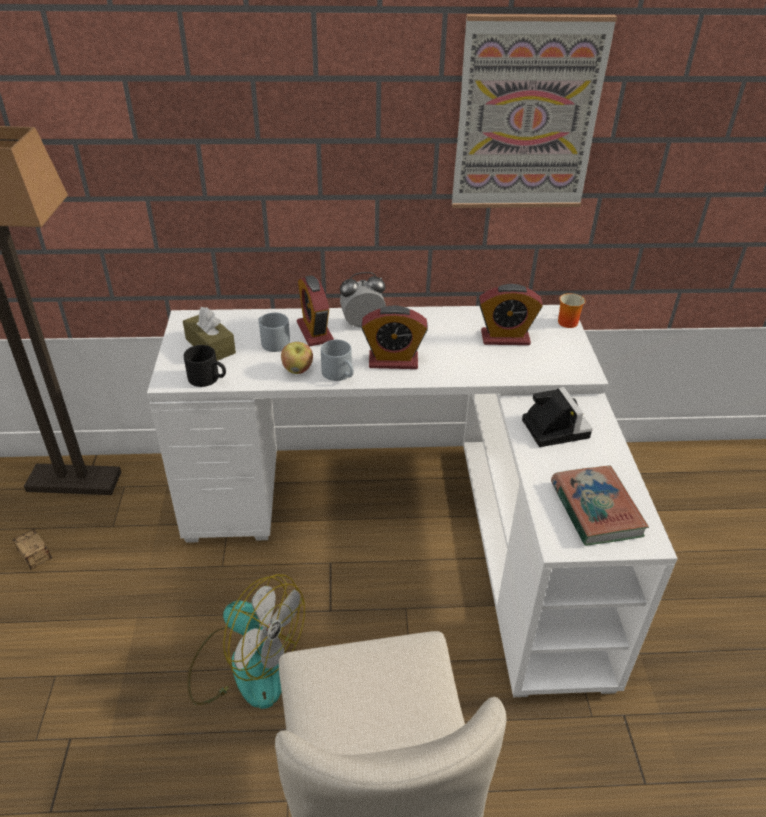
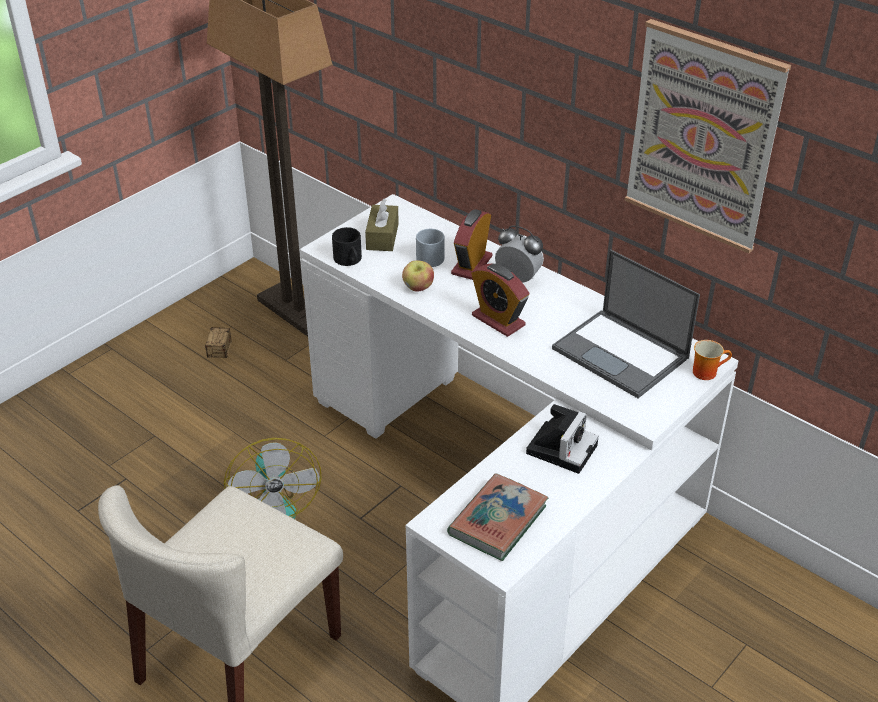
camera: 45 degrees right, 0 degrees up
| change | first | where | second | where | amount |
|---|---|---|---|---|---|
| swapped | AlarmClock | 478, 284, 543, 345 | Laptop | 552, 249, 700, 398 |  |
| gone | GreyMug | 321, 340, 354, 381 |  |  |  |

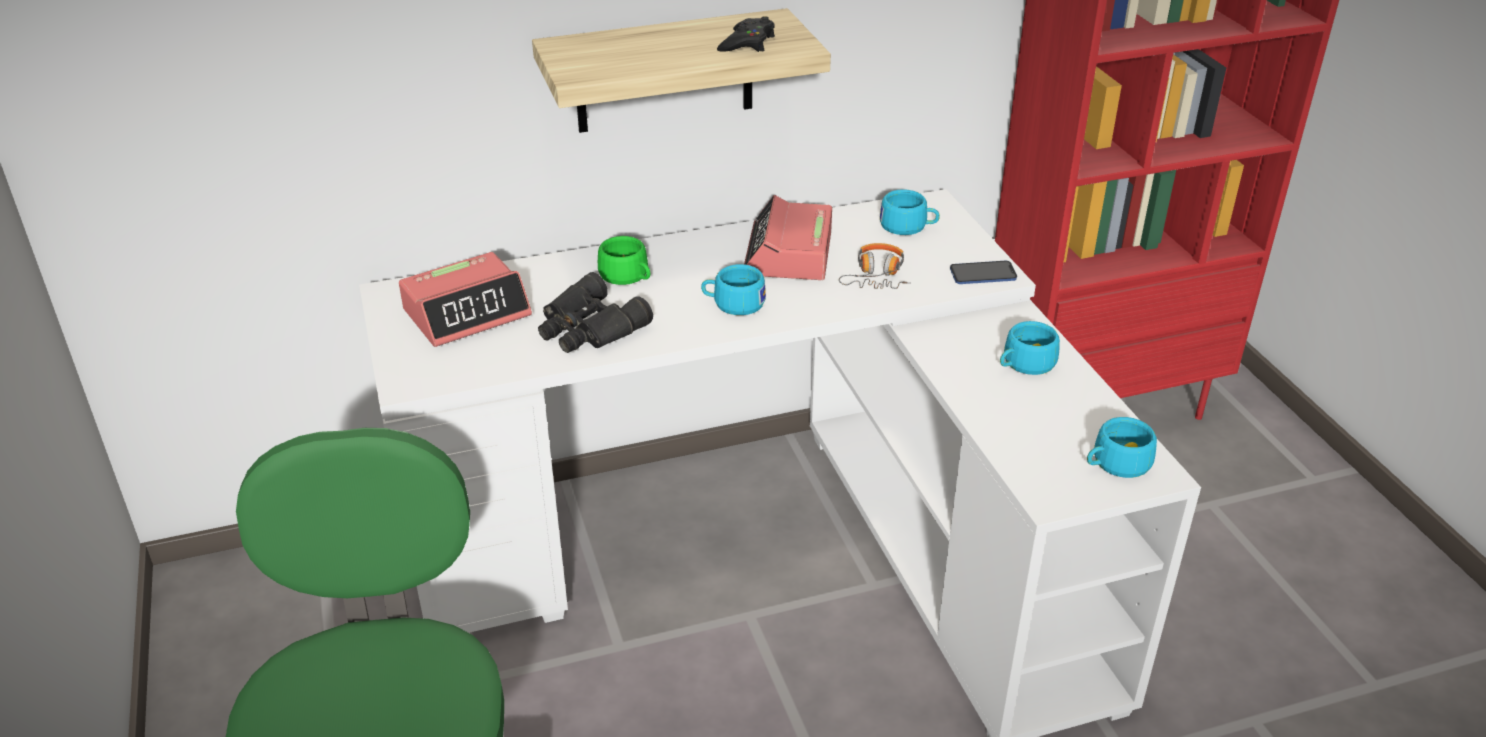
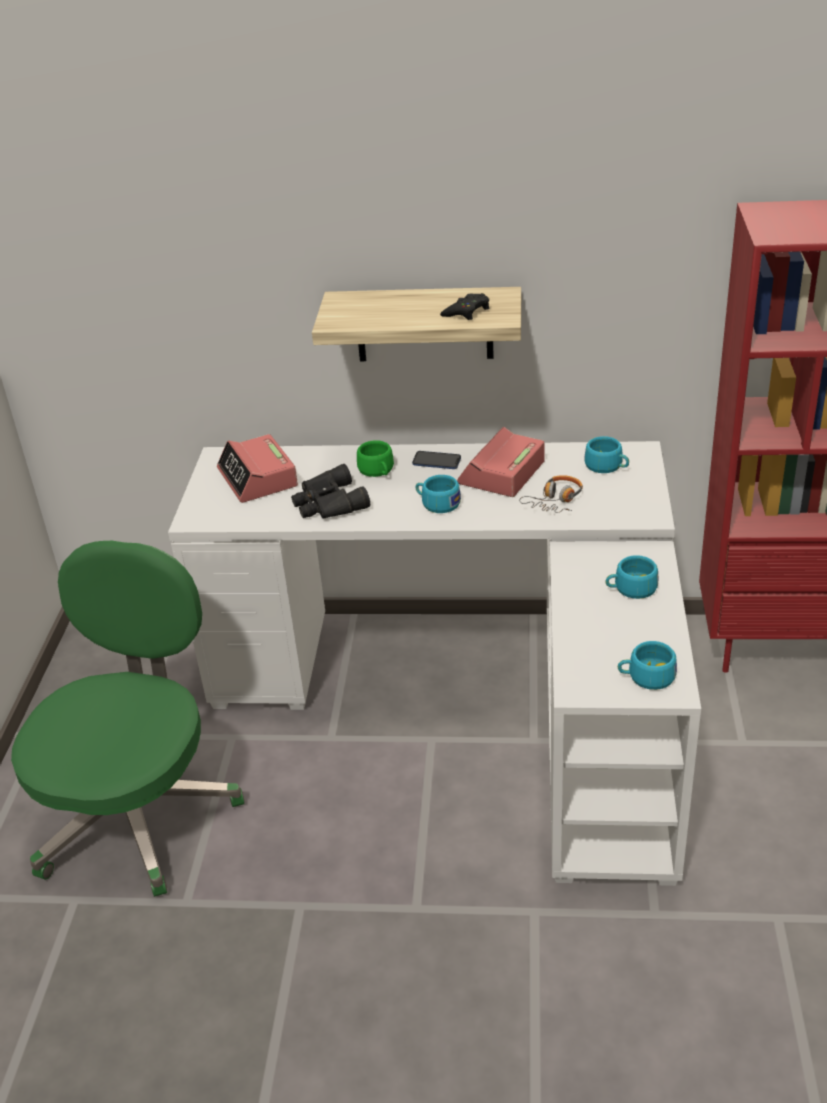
camera: 25 degrees right, 0 degrees up
| change | first | where | second | where | amount |
|---|---|---|---|---|---|
| rotated | AlarmClock | 399, 252, 532, 347 |  | 217, 434, 298, 503 | 75 degrees clockwise |
| shifted | Phone | 950, 261, 1017, 284 |  | 412, 451, 461, 469 |  |

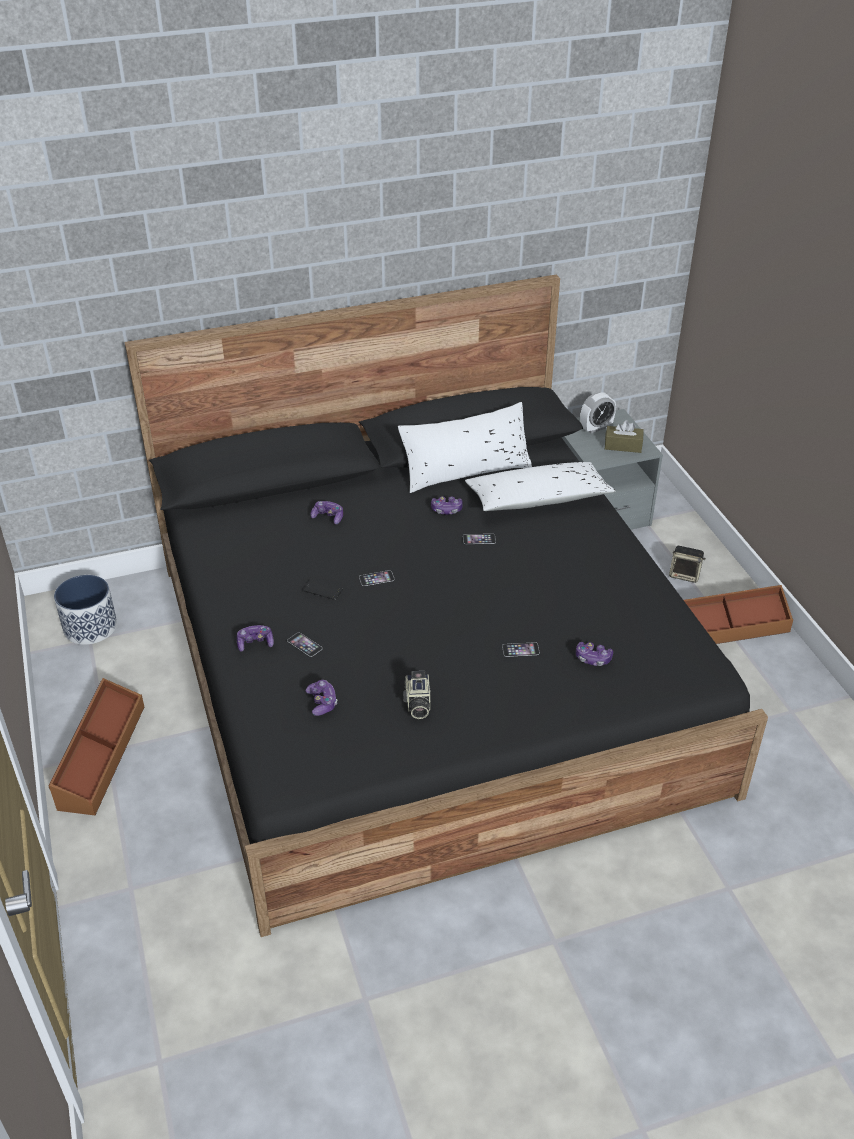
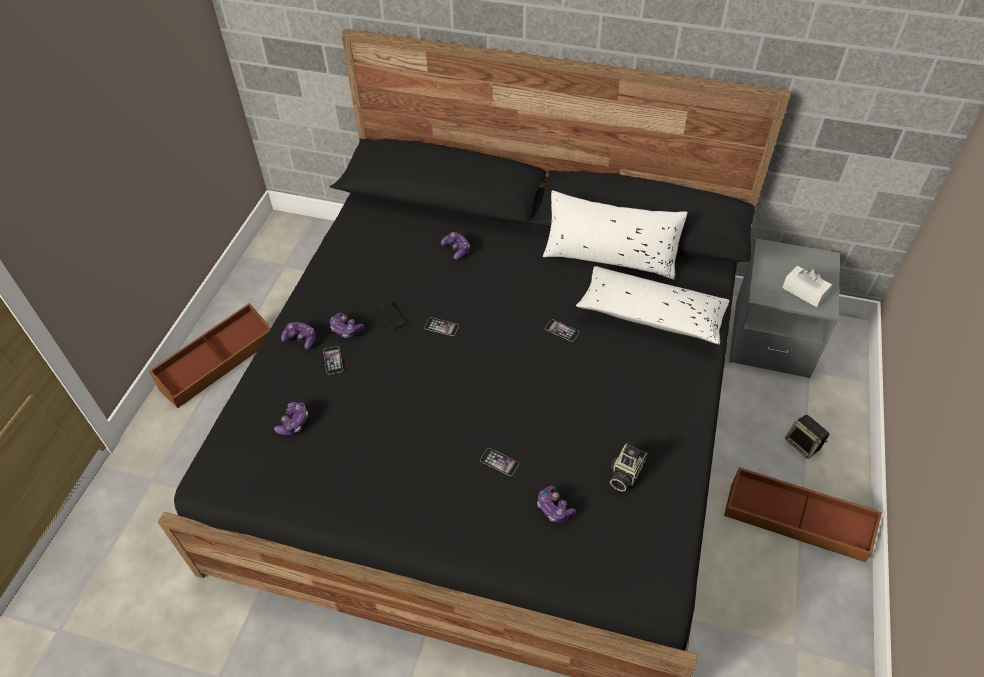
camera: 35 degrees right, 10 degrees up
| change | first | where | second | where | amount |
|---|---|---|---|---|---|
| gone | AlarmClock | 580, 392, 616, 433 |  |  |  |
| repainted | BrownTissueBox | 605, 420, 644, 453 | WhiteTissueBox | 782, 266, 832, 307 |  |
| shifted | GameController | 431, 496, 463, 515 |  | 330, 313, 364, 338 |  |
| gone | Planter | 54, 575, 117, 645 |  |  |  |
| shifted | PhotoCamera | 403, 671, 431, 719 |  | 610, 444, 647, 492 |  |

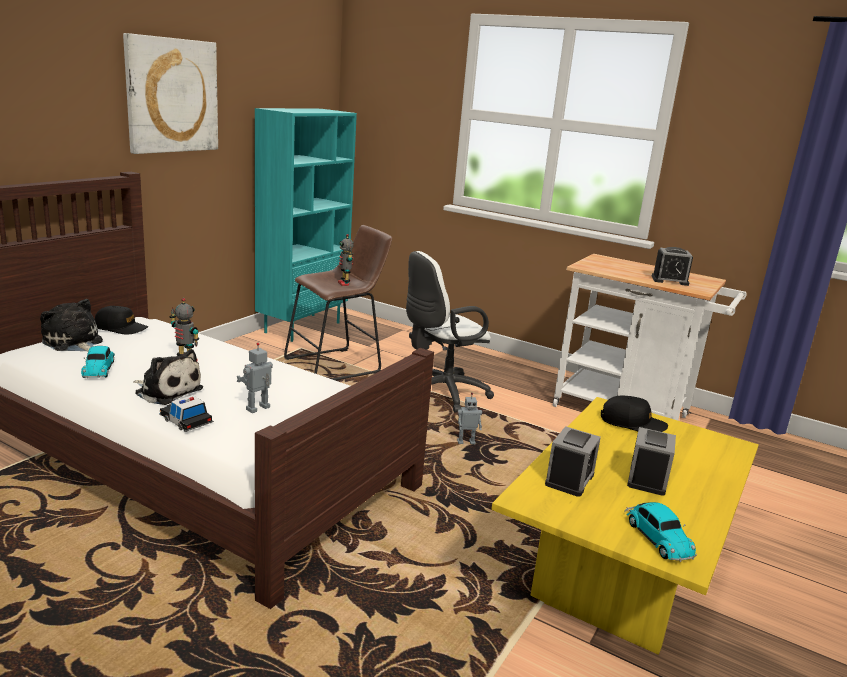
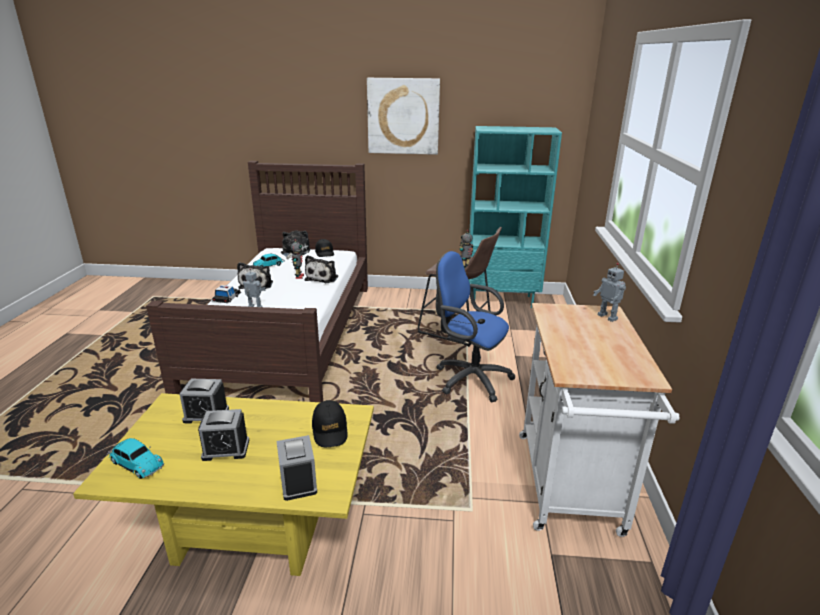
camera: 65 degrees right, 5 degrees up
| change | first | where | second | where | amount |
|---|---|---|---|---|---|
| shifted | AlarmClock | 652, 247, 693, 286 |  | 276, 435, 317, 501 |  |
| repainted | WhiteOfficeChair | 406, 251, 494, 413 | BlueOfficeChair | 436, 251, 516, 402 |  |
| shifted | ToyRobot | 457, 393, 482, 444 |  | 593, 263, 626, 322 |  |
| rotated | ToyCar | 625, 502, 697, 562 |  | 107, 438, 164, 479 | 105 degrees counterclockwise |
| new |  |  | PlushToy | 305, 255, 338, 283 |  |

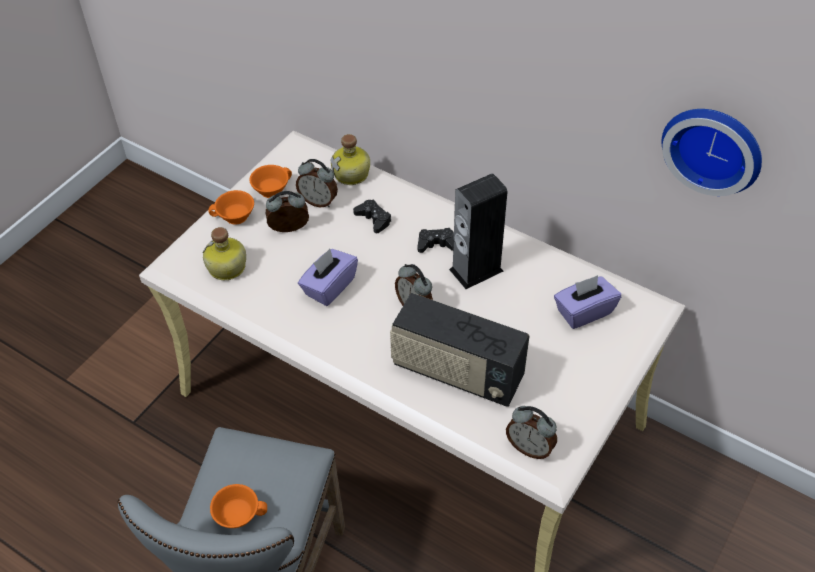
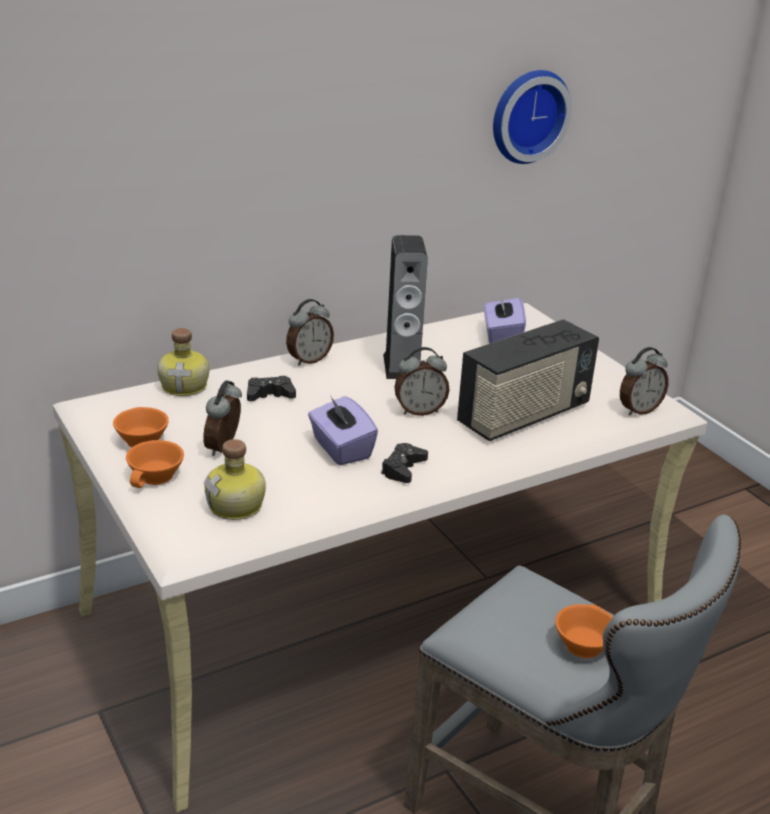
camera: 65 degrees left, 20 degrees down
| change | first | where | second | where | amount |
|---|---|---|---|---|---|
| shifted | AlarmClock | 296, 159, 338, 207 |  | 286, 299, 334, 366 |  |
| shifted | BlackGameController | 418, 228, 454, 253 |  | 381, 443, 428, 483 |  |

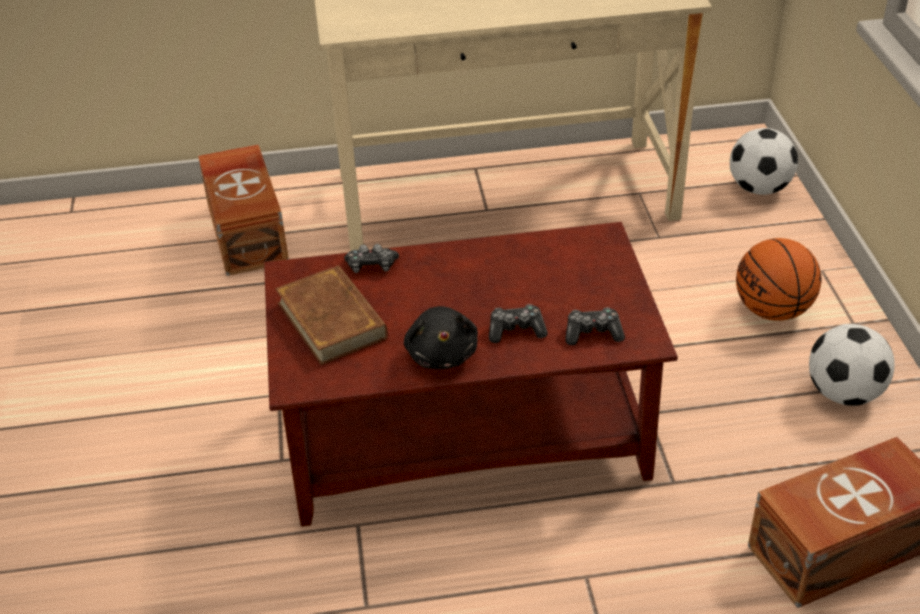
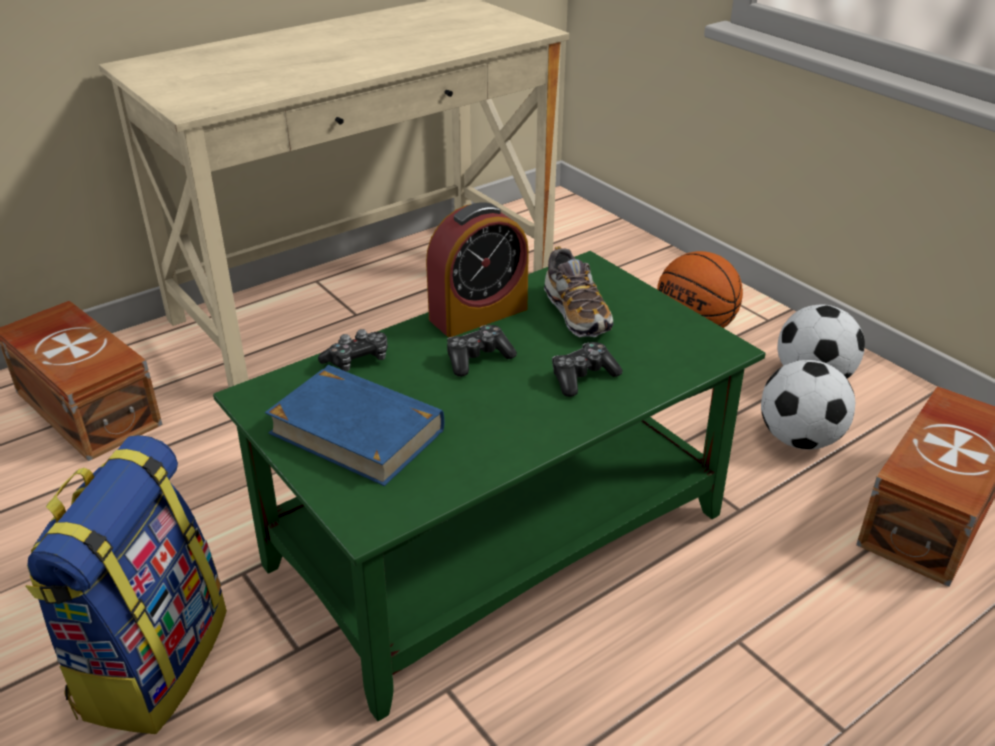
camera: 30 degrees left, 5 degrees down
| change | first | where | second | where | amount |
|---|---|---|---|---|---|
| shifted | Football | 730, 128, 798, 195 |  | 761, 360, 855, 450 |  |
| repainted | BrownCoffeeTable | 264, 222, 678, 527 | GreenCoffeeTable | 213, 251, 765, 721 |  |
| repainted | BrownBook | 275, 265, 388, 365 | BlueBook | 265, 365, 444, 486 |  |
| gone | BlackPlushToy | 404, 306, 478, 369 |  |  |  |
| shifted | GameController | 565, 307, 625, 345 |  | 447, 325, 517, 377 |  |
| new |  |  | AlarmClock | 426, 202, 529, 337 |  |
| new |  |  | Shoe | 544, 246, 613, 337 |  |
| new |  |  | Backpack | 25, 435, 227, 734 |  |

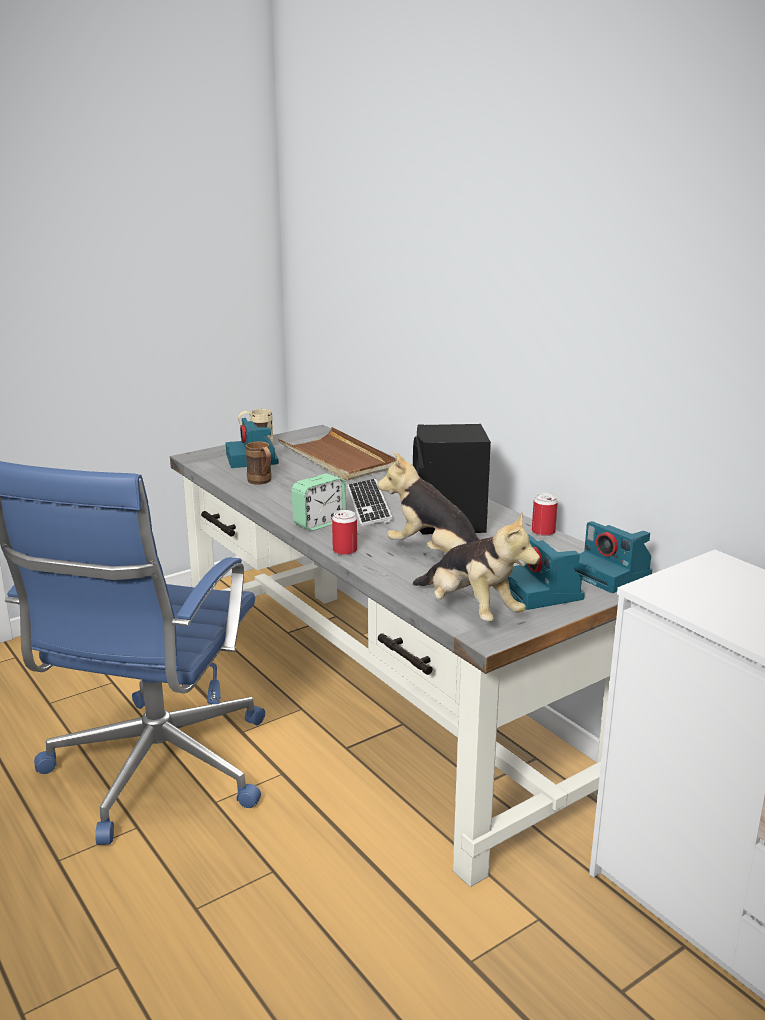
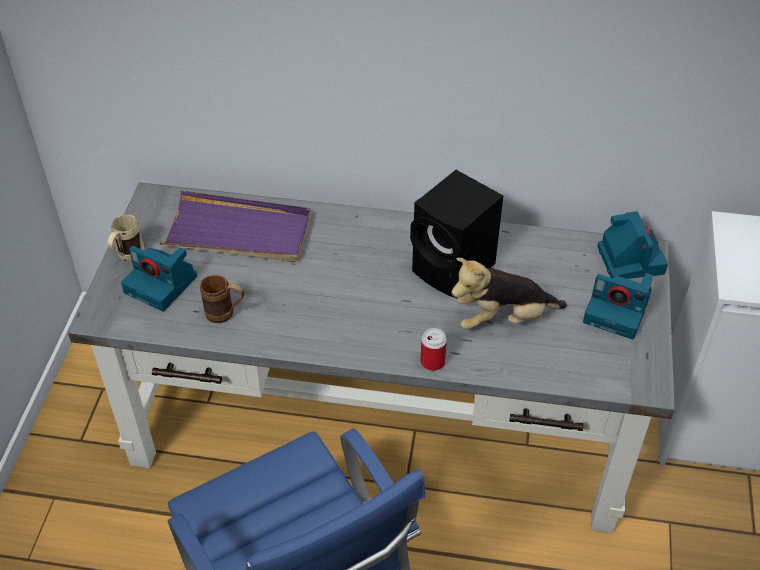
camera: 45 degrees left, 25 degrees up
| change | first | where | second | where | amount |
|---|---|---|---|---|---|
| repainted | BrownTray | 278, 427, 397, 481 | PurpleTray | 160, 190, 311, 262 |  |
| gone | AlarmClock | 291, 473, 346, 531 |  |  |  |
| gone | Keyboard | 347, 479, 393, 526 |  |  |  |
| gone | Can | 532, 493, 558, 536 |  |  |  |
| gone | PlushToy | 413, 511, 540, 621 |  |  |  |
| rotated | PhotoCamera | 570, 521, 652, 593 |  | 597, 211, 668, 279 | 105 degrees counterclockwise |

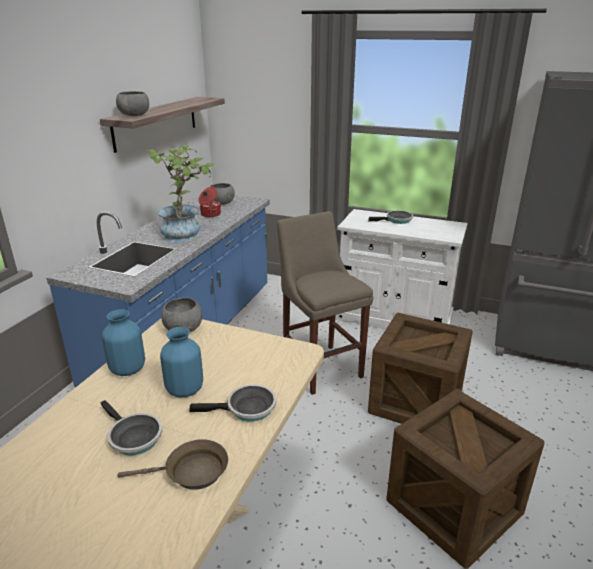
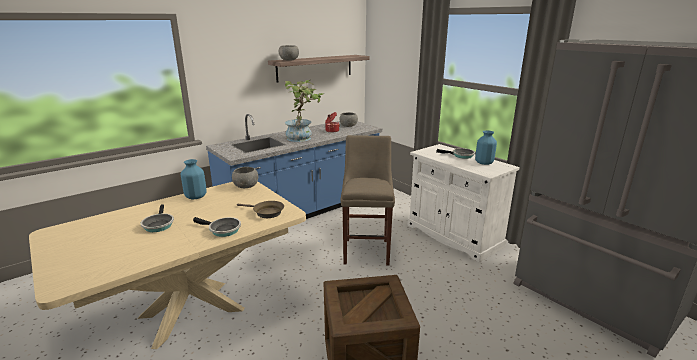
camera: 30 degrees right, 5 degrees down
| change | first | where | second | where | amount |
|---|---|---|---|---|---|
| gone | Crate | 368, 313, 473, 424 |  |  |  |
| shifted | BlueVase | 160, 327, 203, 397 |  | 475, 130, 497, 165 |  |
| shifted | BrownFryingPan | 118, 439, 228, 490 |  | 237, 201, 284, 218 |  |

